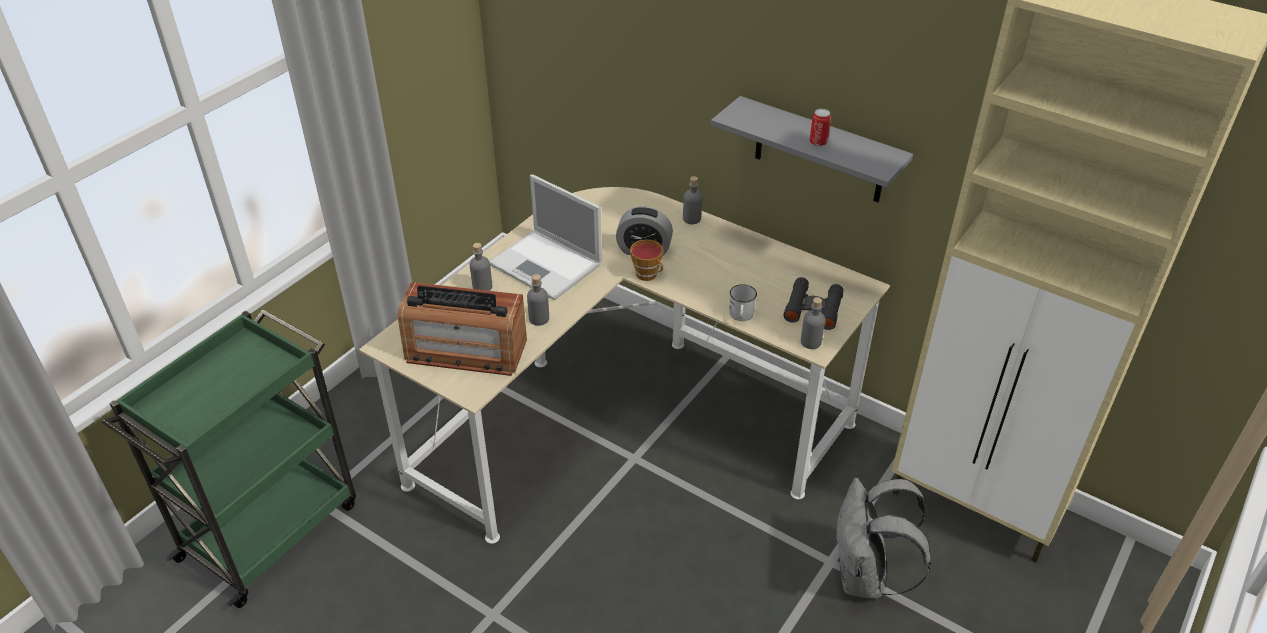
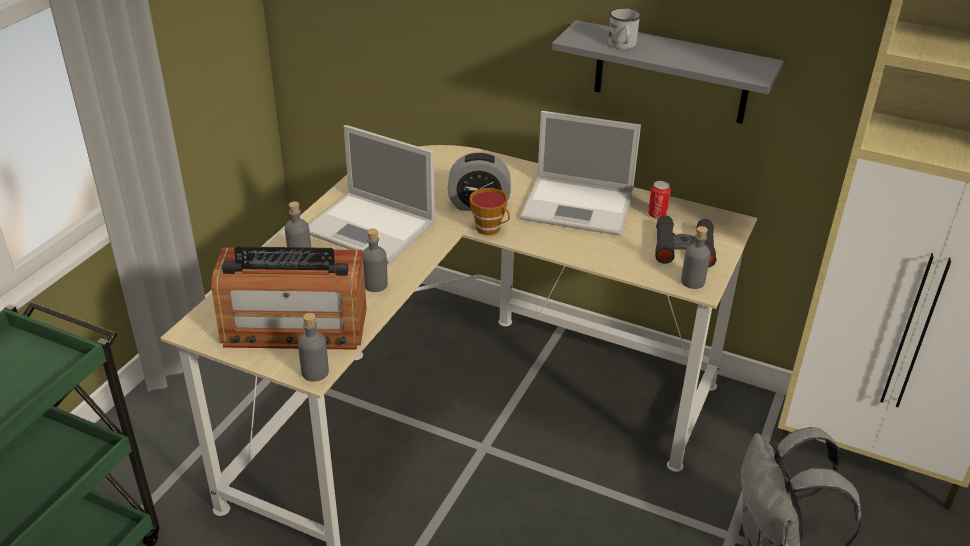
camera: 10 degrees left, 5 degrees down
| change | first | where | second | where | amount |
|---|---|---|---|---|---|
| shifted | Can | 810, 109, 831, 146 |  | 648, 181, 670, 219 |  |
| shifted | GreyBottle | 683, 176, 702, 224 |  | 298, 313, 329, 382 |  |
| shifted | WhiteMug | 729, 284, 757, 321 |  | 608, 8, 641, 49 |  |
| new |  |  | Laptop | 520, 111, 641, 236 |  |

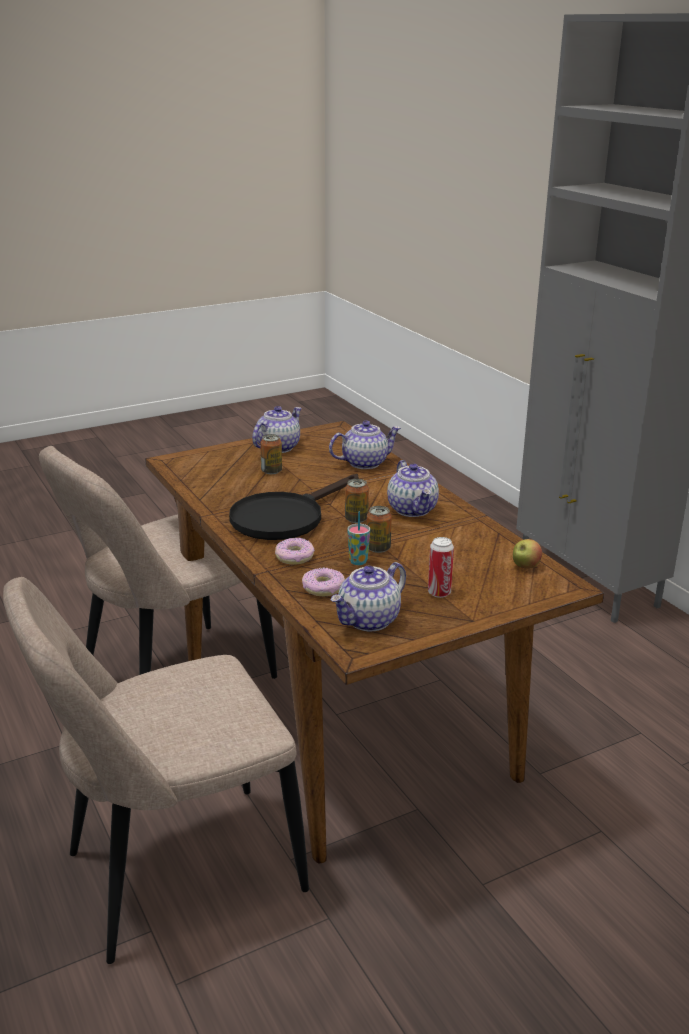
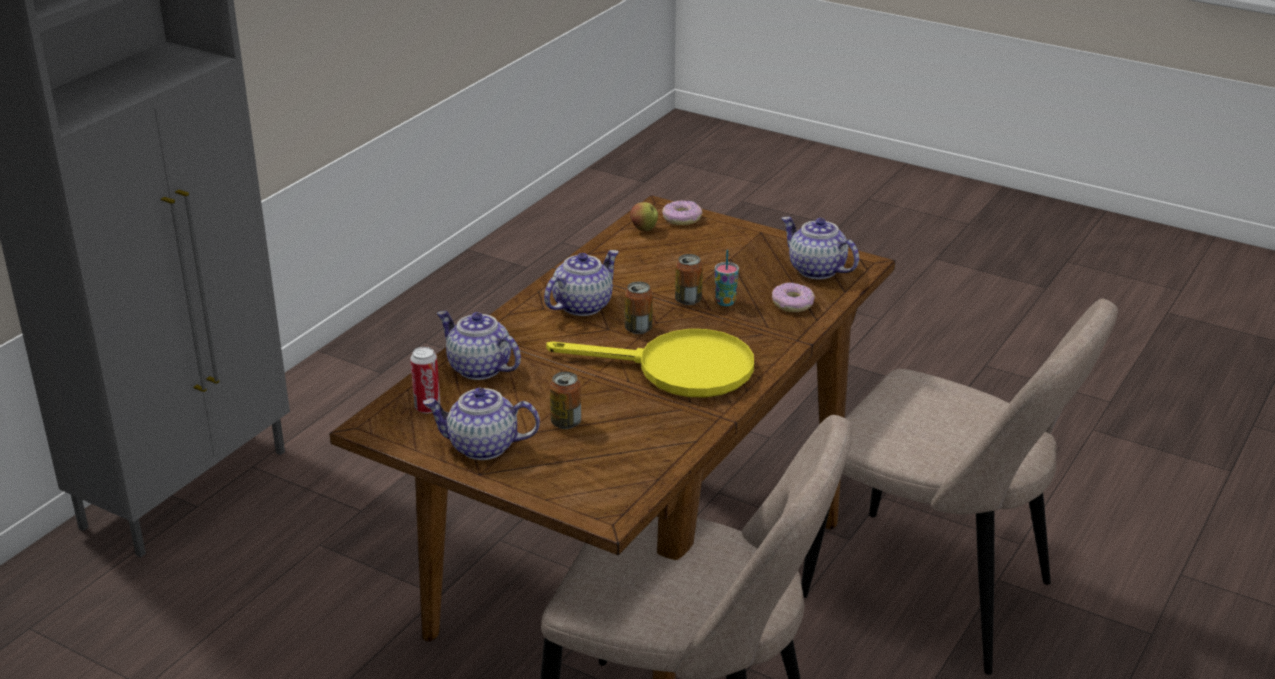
camera: 120 degrees left, 5 degrees up
| change | first | where | second | where | amount |
|---|---|---|---|---|---|
| repainted | BlackFryingPan | 229, 474, 359, 540 | YellowFryingPan | 546, 329, 754, 398 |  |
| shifted | Can | 428, 537, 454, 598 |  | 410, 347, 441, 414 |  |
| shifted | Donut | 275, 538, 315, 565 |  | 662, 200, 703, 225 |  |
| rotated | Teapot | 331, 562, 406, 631 |  | 782, 217, 859, 279 | 150 degrees counterclockwise |

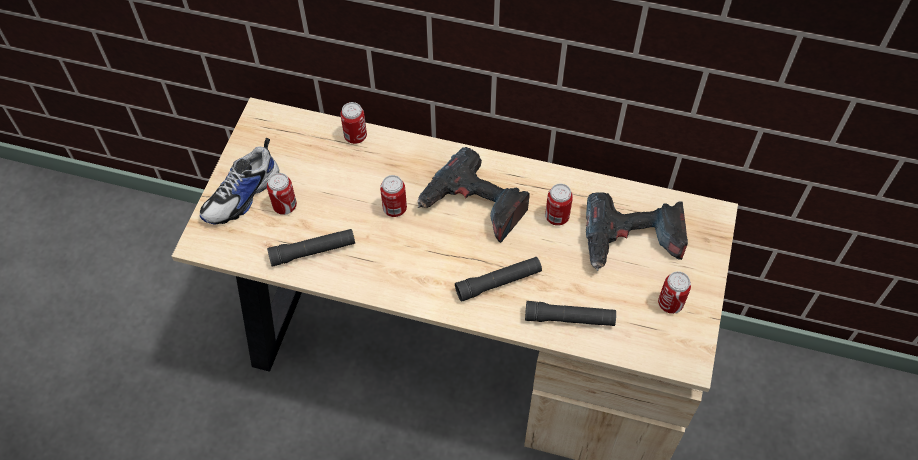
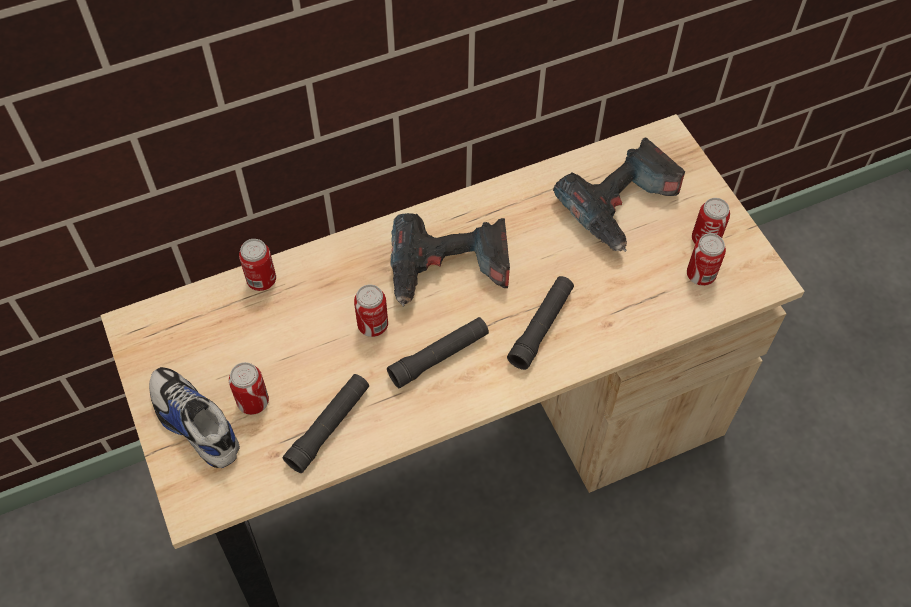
camera: 40 degrees left, 0 degrees up
| change | first | where | second | where | amount |
|---|---|---|---|---|---|
| rotated | Shoe | 200, 138, 279, 225 |  | 149, 367, 240, 468 | 135 degrees clockwise |
| shifted | Can | 545, 184, 573, 226 |  | 687, 233, 726, 286 |  |
| shifted | BlackFlashlight | 525, 301, 616, 326 |  | 387, 317, 489, 388 |  |

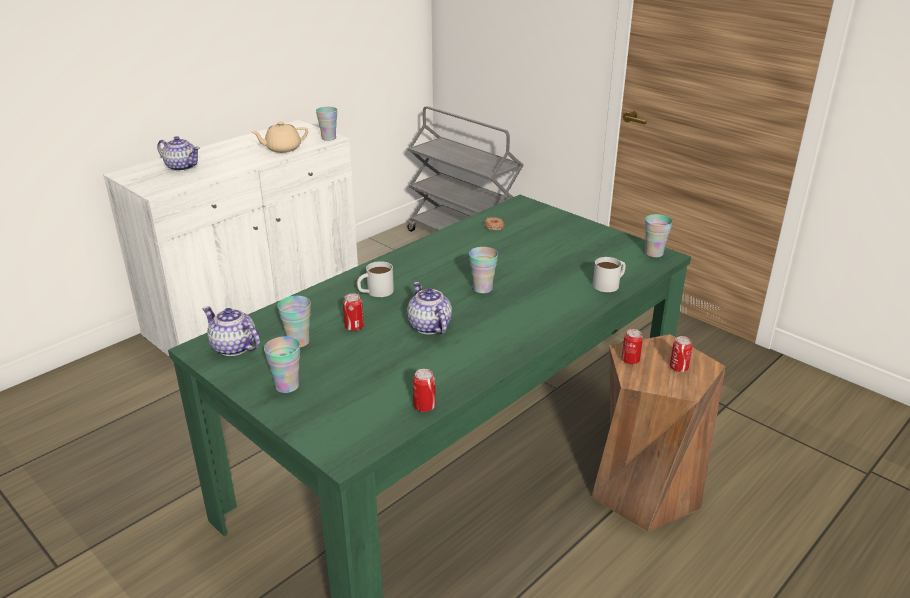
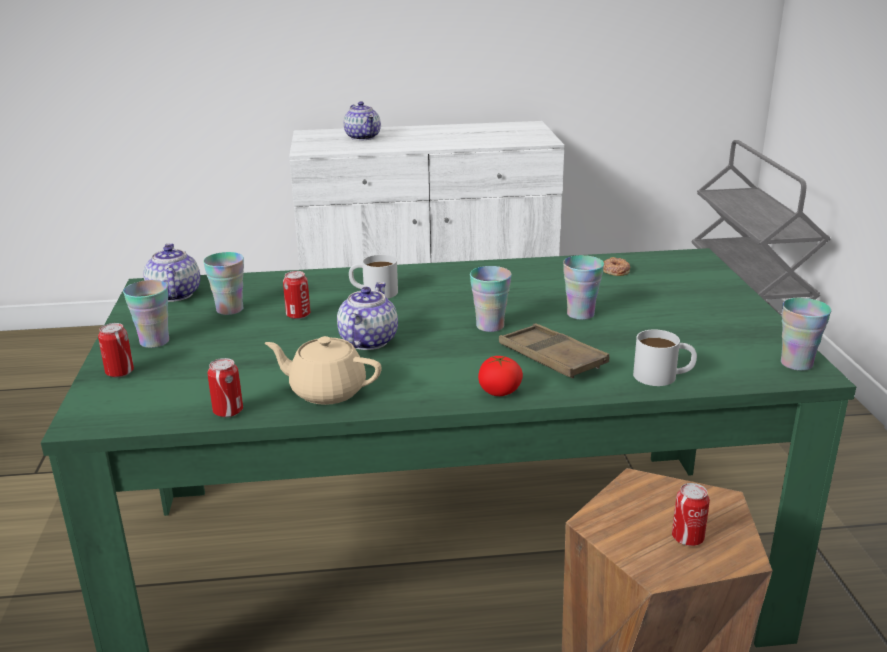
camera: 40 degrees right, 5 degrees down
| change | first | where | second | where | amount |
|---|---|---|---|---|---|
| shifted | Cup | 316, 107, 337, 141 |  | 563, 255, 604, 320 |  |
| shifted | BeigeTeapot | 251, 122, 308, 153 |  | 265, 336, 382, 405 |  |
| shifted | Can | 622, 329, 643, 364 |  | 98, 323, 134, 378 |  |
| new |  |  | BrownTray | 499, 323, 609, 378 |  |
| new |  |  | Tomato | 478, 356, 523, 396 |  |

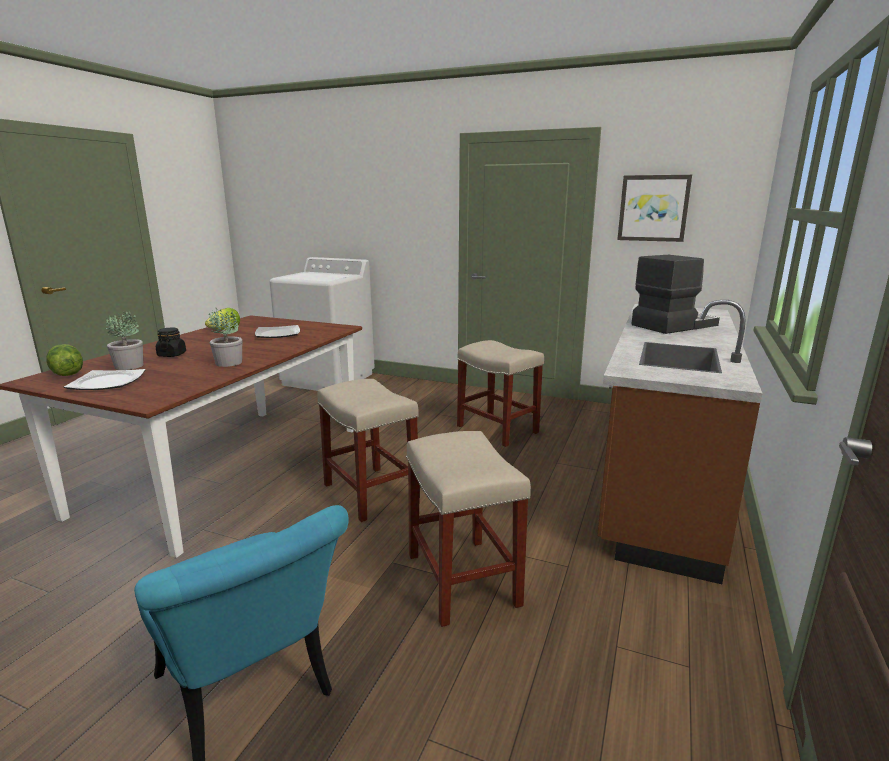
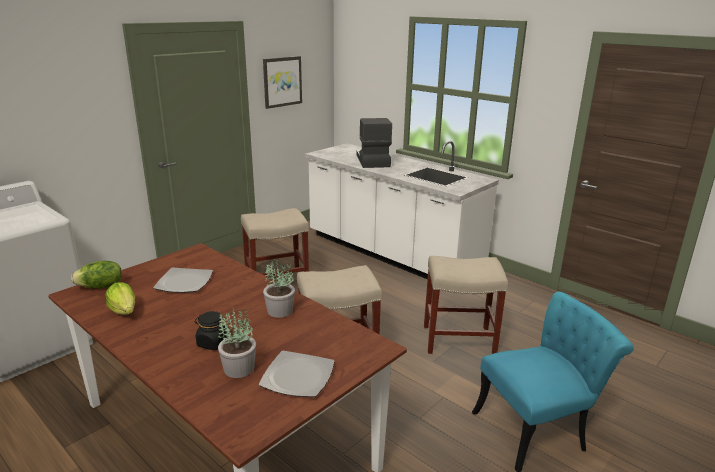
camera: 70 degrees left, 5 degrees up
| change | first | where | second | where | amount |
|---|---|---|---|---|---|
| repainted | BrownCounter | 597, 300, 763, 584 | WhiteCounter | 305, 141, 499, 280 |  |
| shifted | Lettuce | 46, 344, 83, 376 |  | 71, 261, 122, 289 |  |

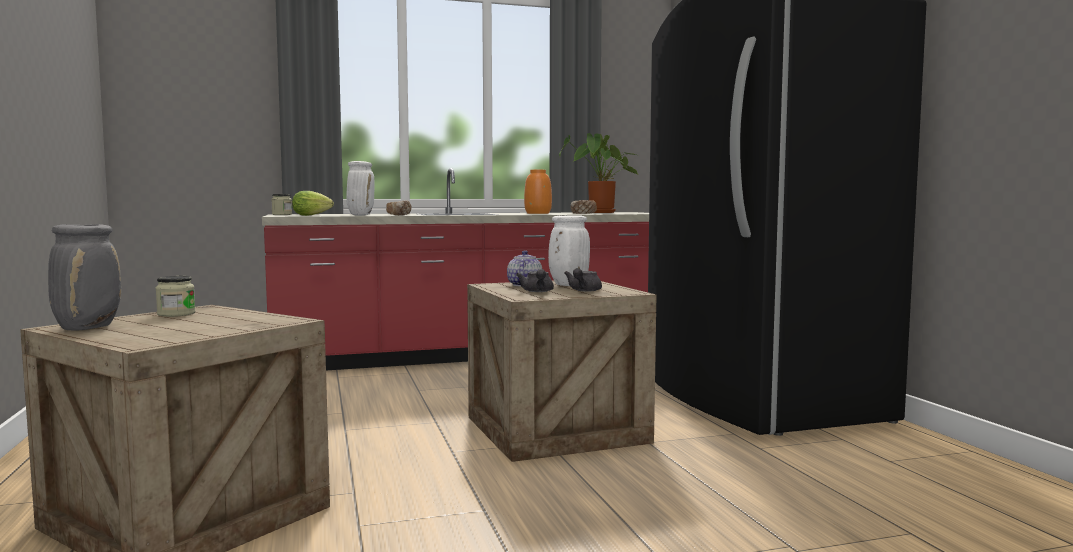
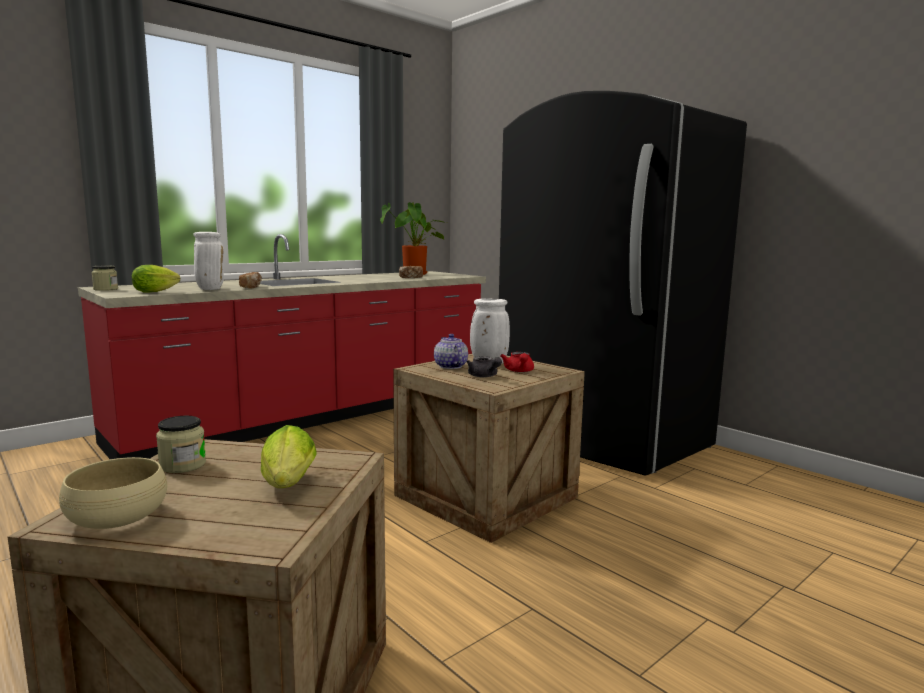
camera: 25 degrees left, 5 degrees up
| change | first | where | second | where | amount |
|---|---|---|---|---|---|
| gone | OrangeVase | 524, 170, 552, 214 |  |  |  |
| swapped | GreyVase | 48, 224, 121, 330 | BeigeBowl | 59, 457, 167, 529 |  |
| repainted | GreyTeapot | 564, 268, 602, 292 | RedTeapot | 500, 352, 534, 372 |  |
| new |  |  | Lettuce | 261, 425, 317, 488 |  |

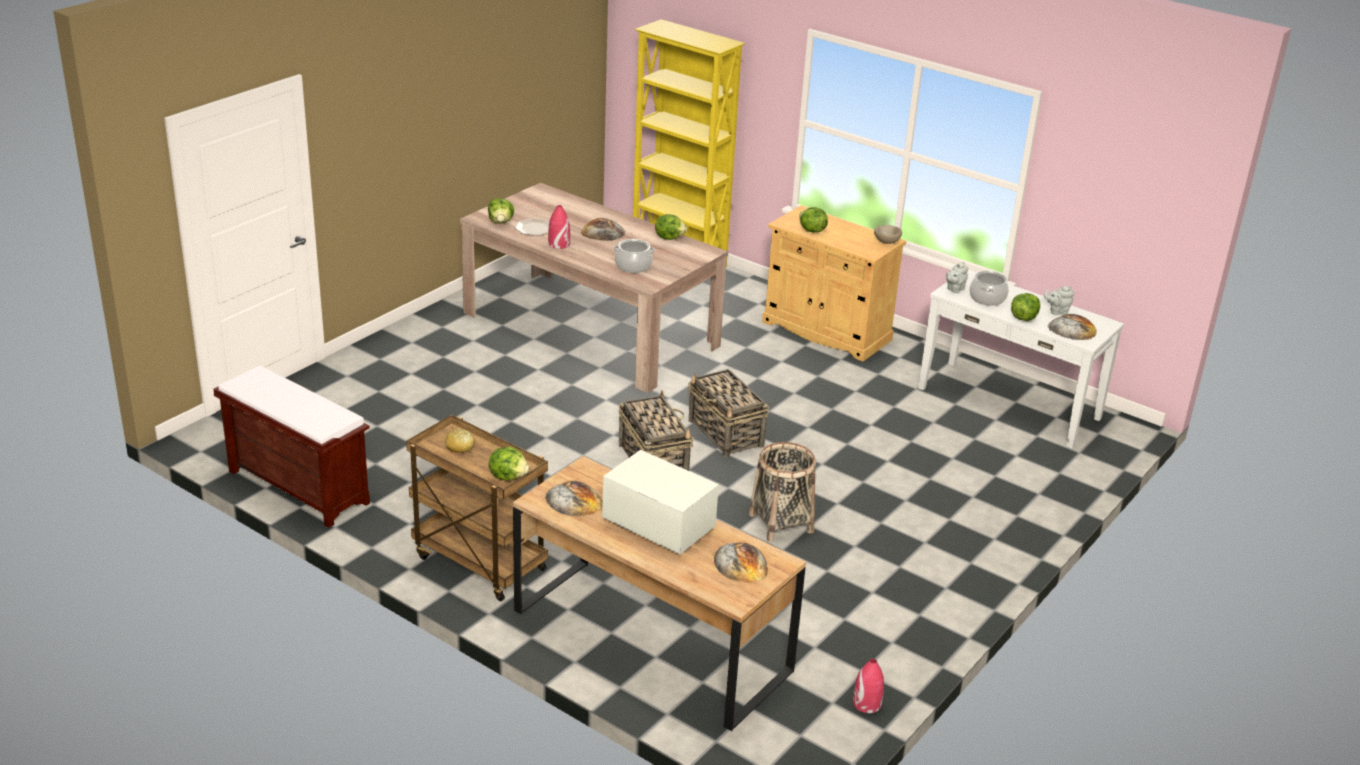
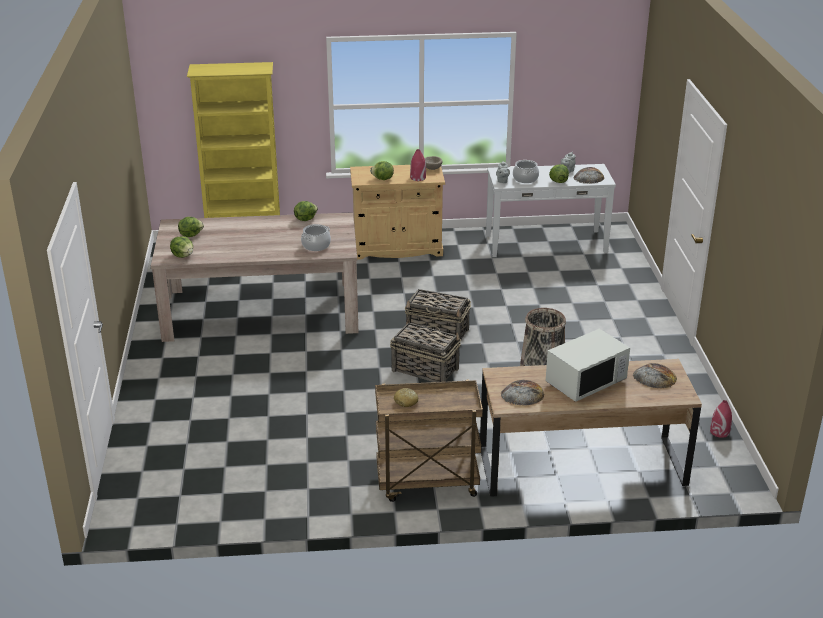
camera: 40 degrees left, 0 degrees up
| change | first | where | second | where | amount |
|---|---|---|---|---|---|
| shifted | RedVase | 548, 205, 570, 249 |  | 410, 149, 426, 181 |  |
| gone | Plate | 515, 218, 549, 236 |  |  |  |
| gone | Bread | 581, 218, 625, 241 |  |  |  |
| gone | BrownBench | 214, 365, 370, 528 |  |  |  |
| shifted | Lettuce | 489, 447, 529, 480 |  | 178, 217, 204, 237 |  |
| rotated | WhiteMicrowave | 602, 450, 719, 555 |  | 546, 329, 630, 402 | 150 degrees clockwise |

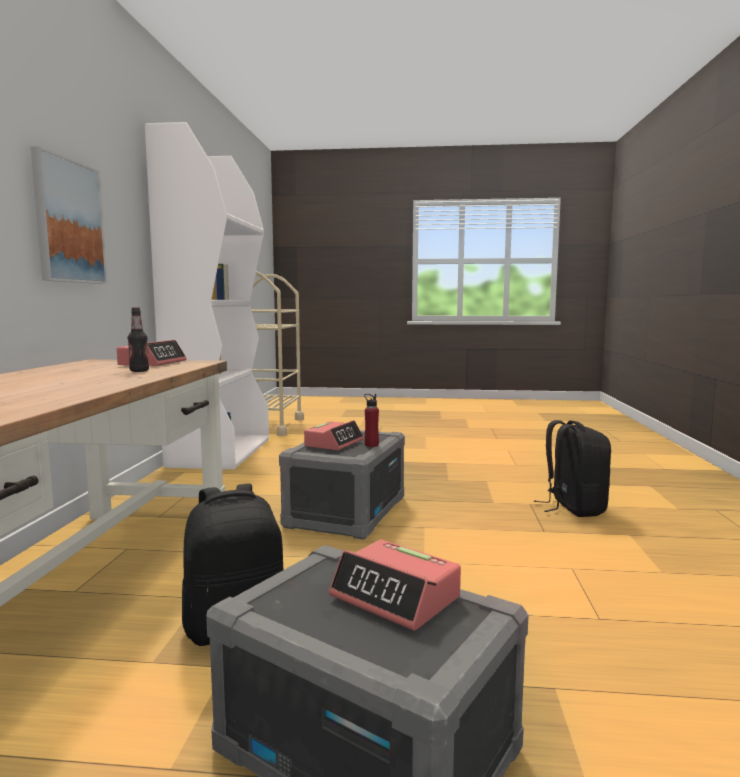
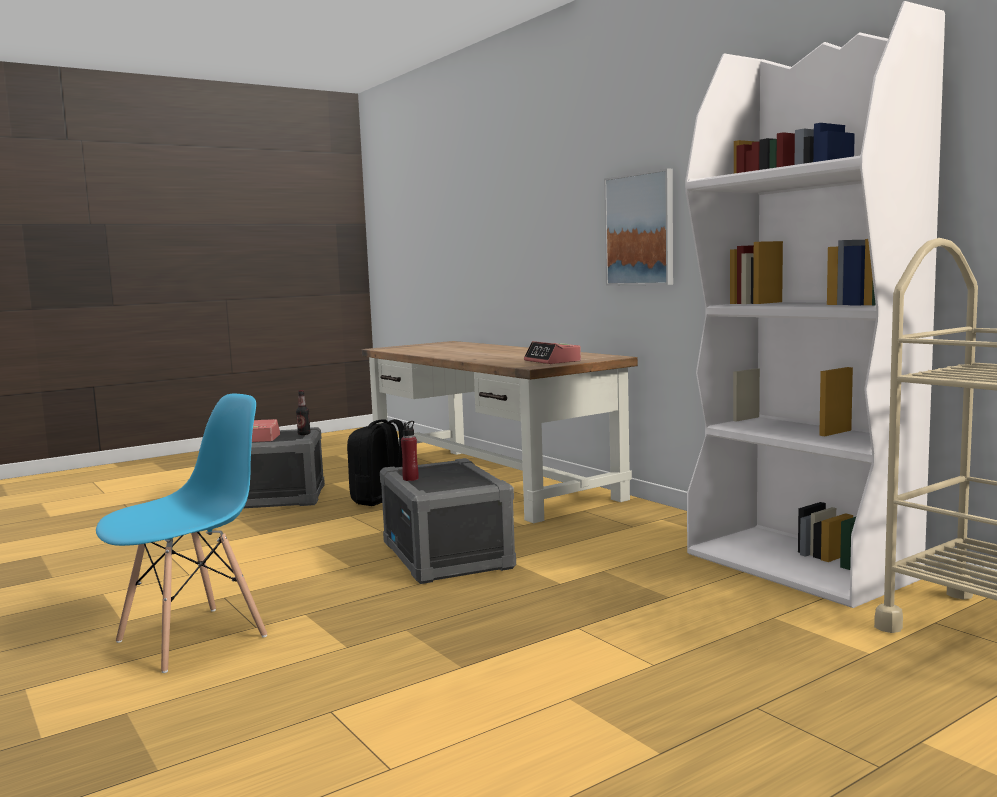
camera: 140 degrees right, 0 degrees up
| change | first | where | second | where | amount |
|---|---|---|---|---|---|
| shifted | Bottle | 128, 307, 149, 372 |  | 296, 390, 311, 435 |  |
| gone | AlarmClock | 304, 420, 364, 450 |  |  |  |
| swapped | BlackBackpack | 534, 420, 611, 517 | BlueChair | 96, 394, 267, 673 |  |

